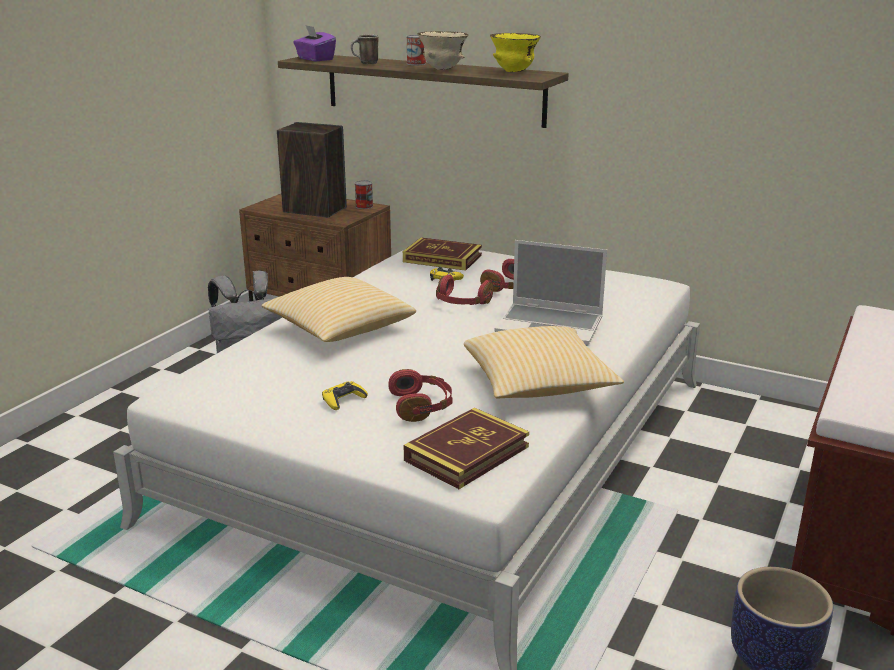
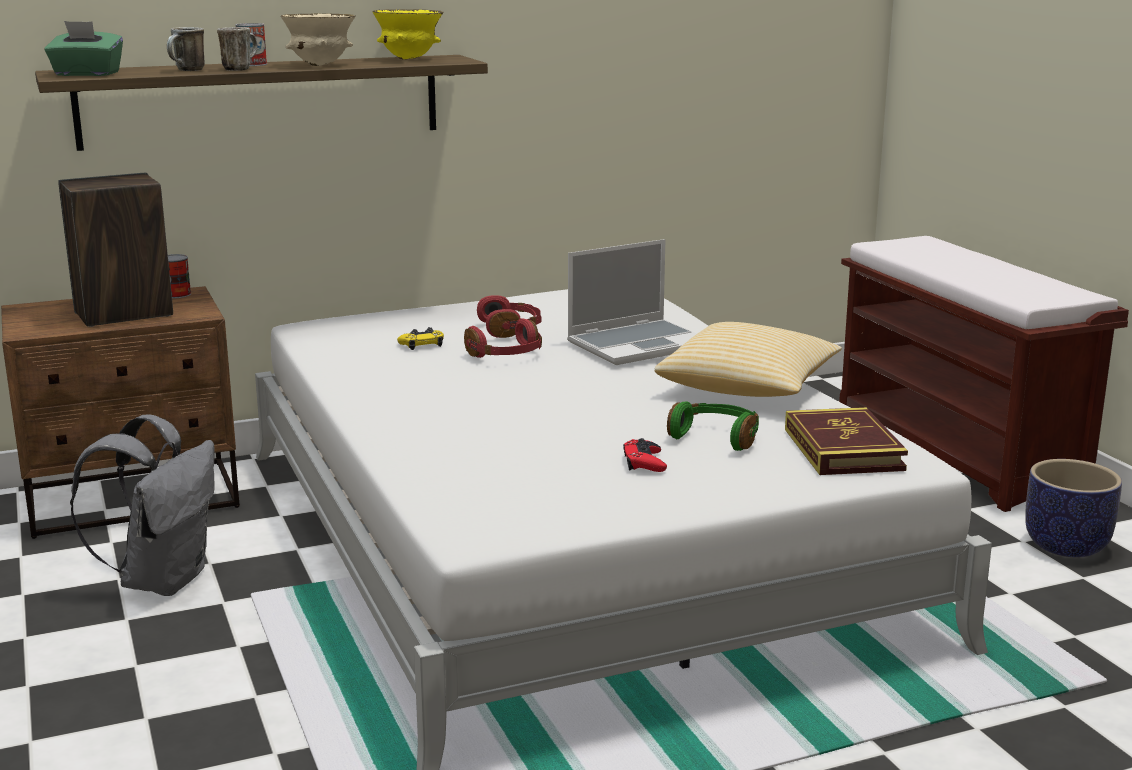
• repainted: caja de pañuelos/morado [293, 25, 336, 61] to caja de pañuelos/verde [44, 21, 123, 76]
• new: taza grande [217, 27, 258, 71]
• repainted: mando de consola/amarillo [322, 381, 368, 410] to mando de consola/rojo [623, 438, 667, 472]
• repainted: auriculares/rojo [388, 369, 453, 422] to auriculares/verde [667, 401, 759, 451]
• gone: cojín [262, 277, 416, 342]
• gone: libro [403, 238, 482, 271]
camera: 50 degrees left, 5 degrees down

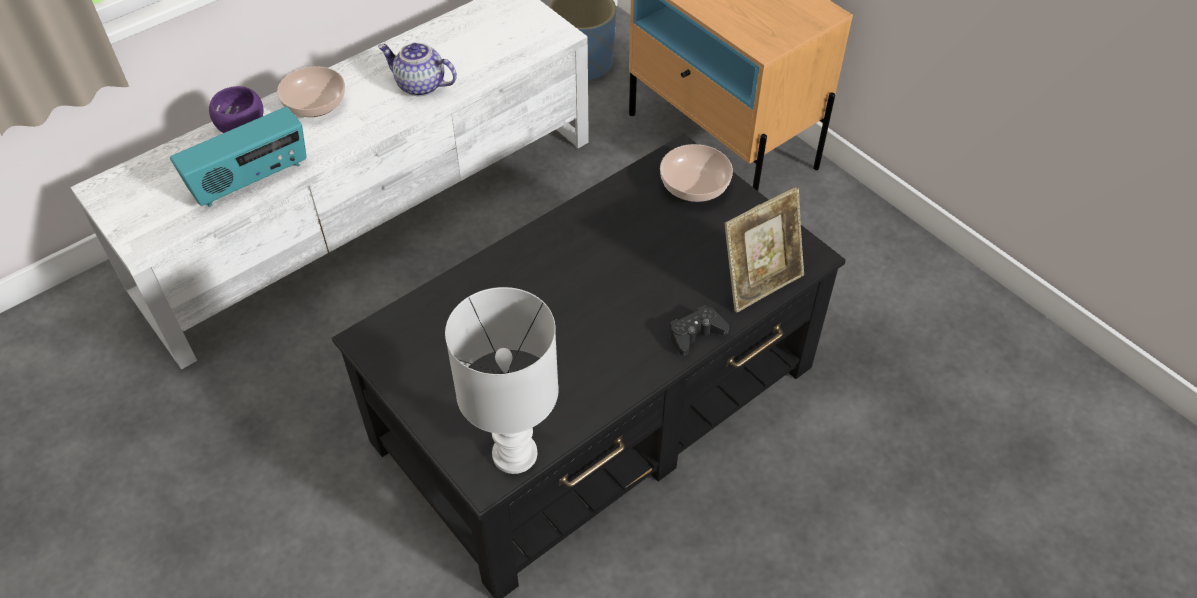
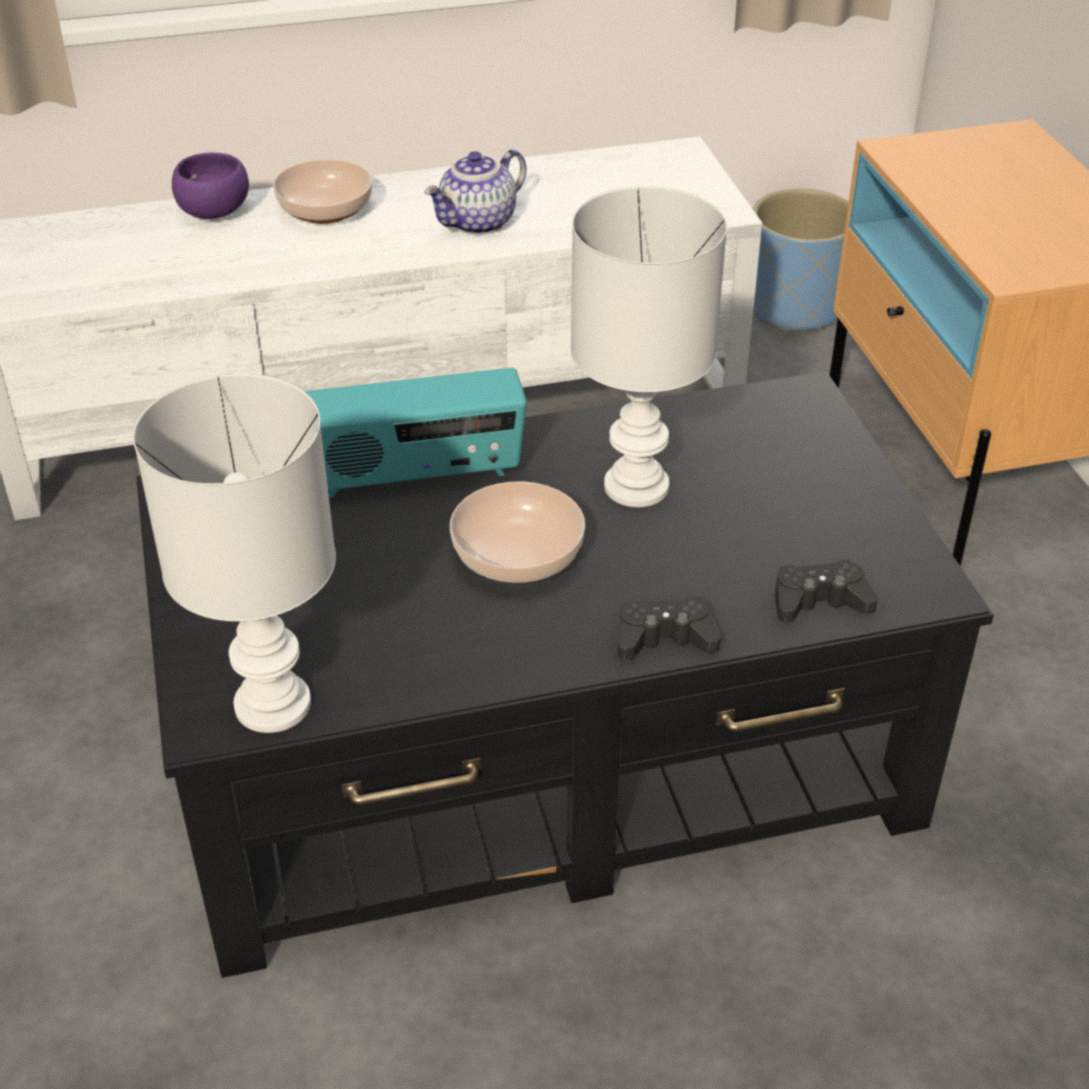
• shifted: radio [170, 107, 307, 207] to [304, 368, 527, 498]
• rotated: tetera [378, 43, 457, 96] = [424, 149, 527, 235] 90 degrees counterclockwise
• shifted: cuenco [660, 144, 733, 202] to [450, 481, 585, 583]
• new: lámpara de mesa/blanco [571, 186, 727, 507]
• swapped: portarretratos [724, 187, 804, 313] to mando de consola/negro [775, 559, 878, 623]
camera: 25 degrees right, 10 degrees down

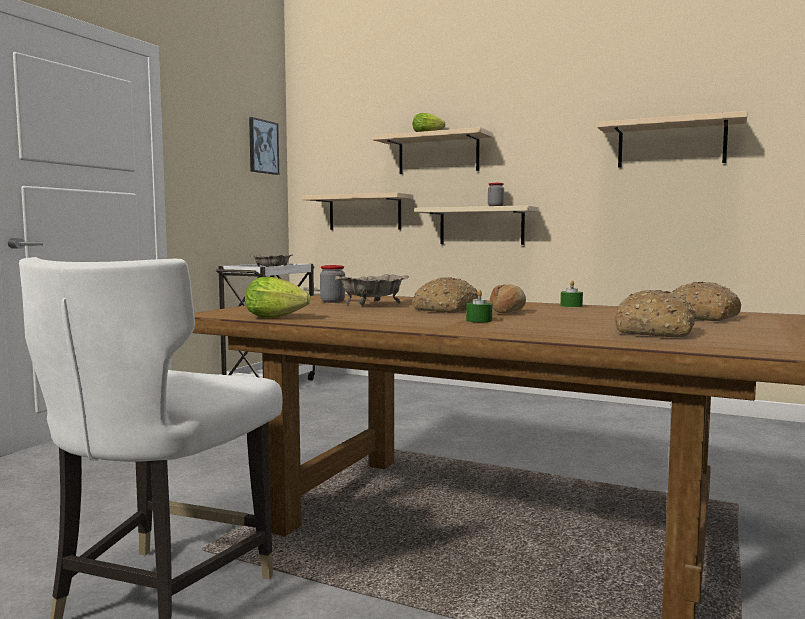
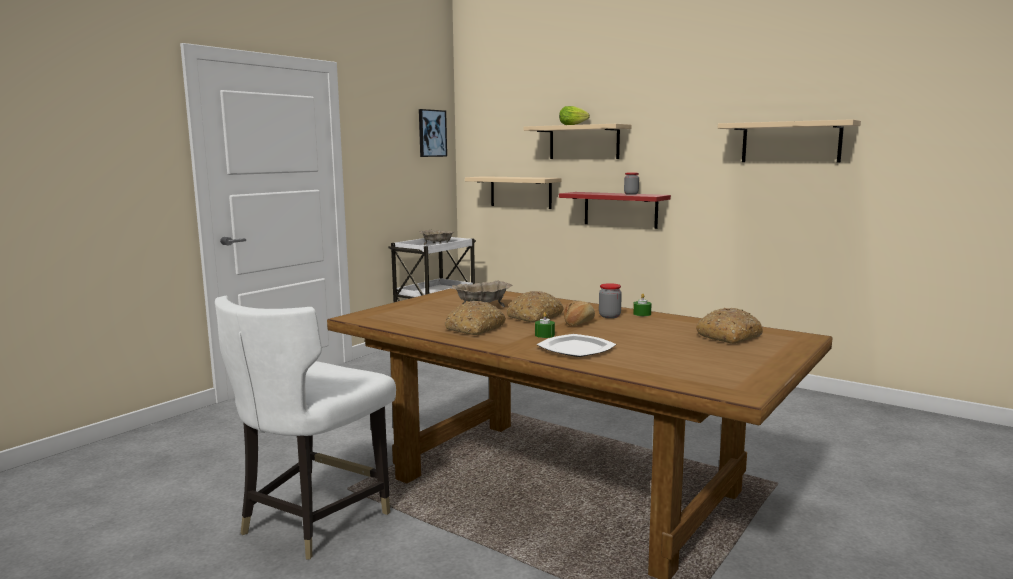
• shifted: pan [615, 290, 696, 338] to [445, 301, 506, 335]
• new: plato [537, 334, 616, 357]
• repainted: estante/beis [414, 205, 539, 245] to estante/rojo [559, 192, 671, 229]
• shifted: tarro [320, 265, 345, 303] to [599, 283, 622, 318]
• gone: lechuga [245, 277, 311, 318]
camera: 10 degrees right, 5 degrees up

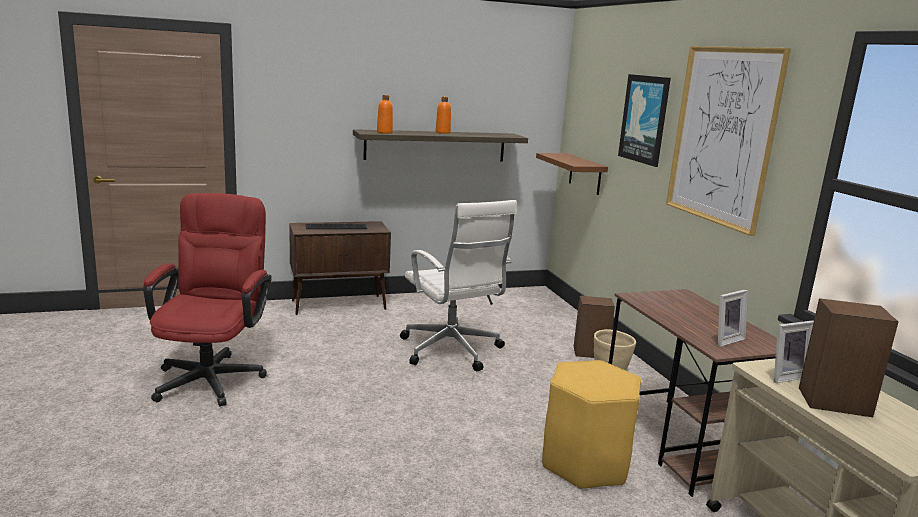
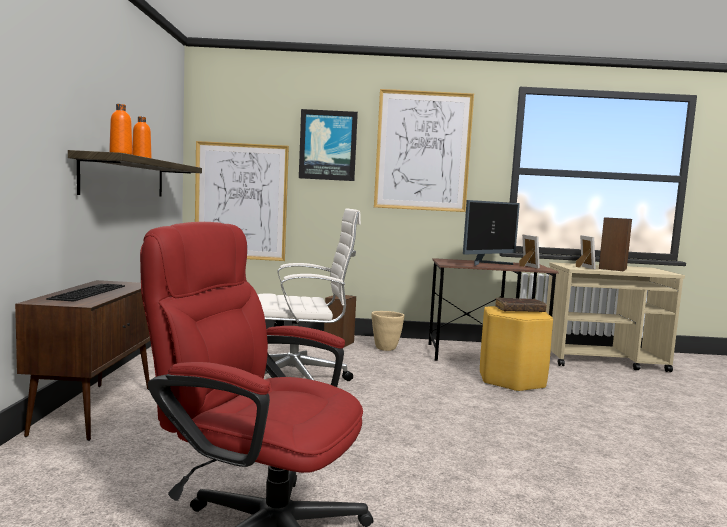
• swapped: estante/marrón [536, 153, 608, 195] to cuadro [195, 141, 289, 261]
• new: monitor [463, 200, 520, 266]
• new: libro/marrón [495, 297, 547, 312]
camera: 70 degrees left, 10 degrees down

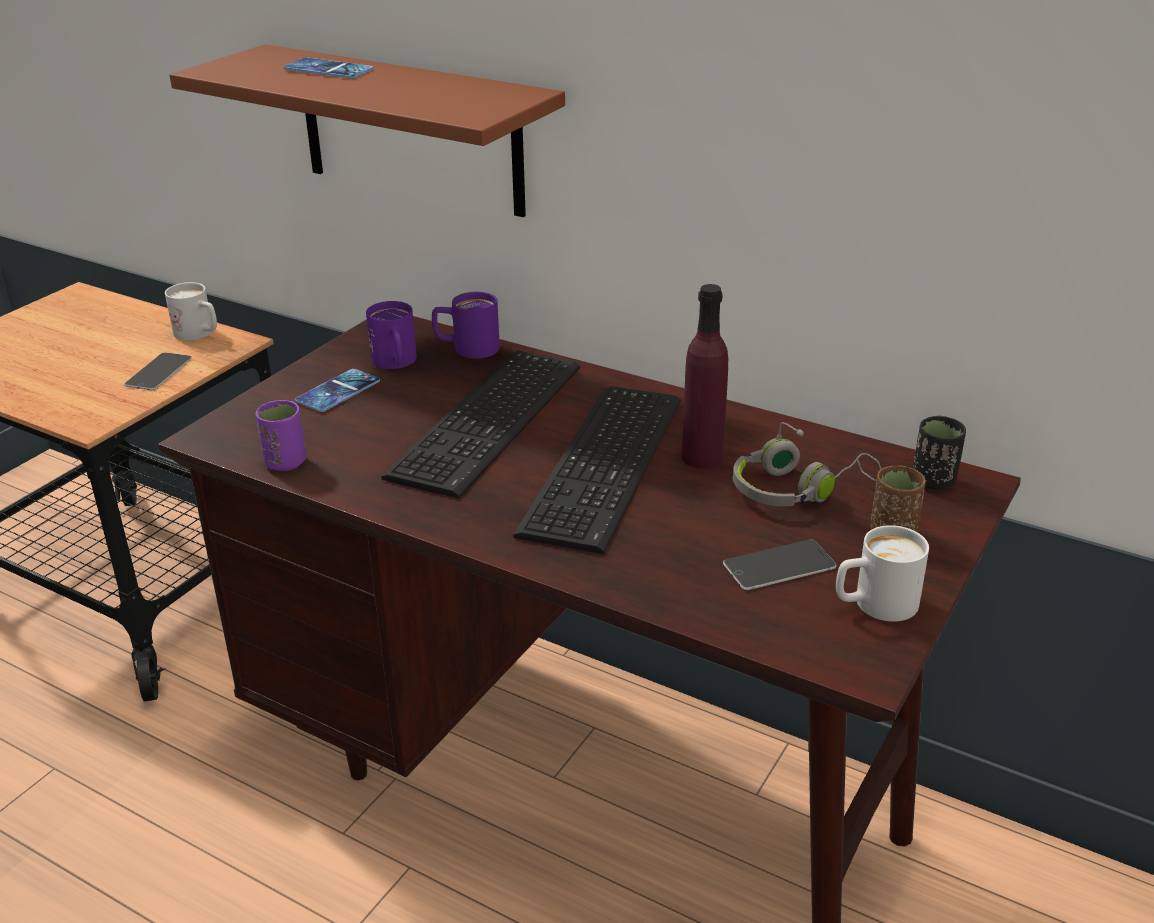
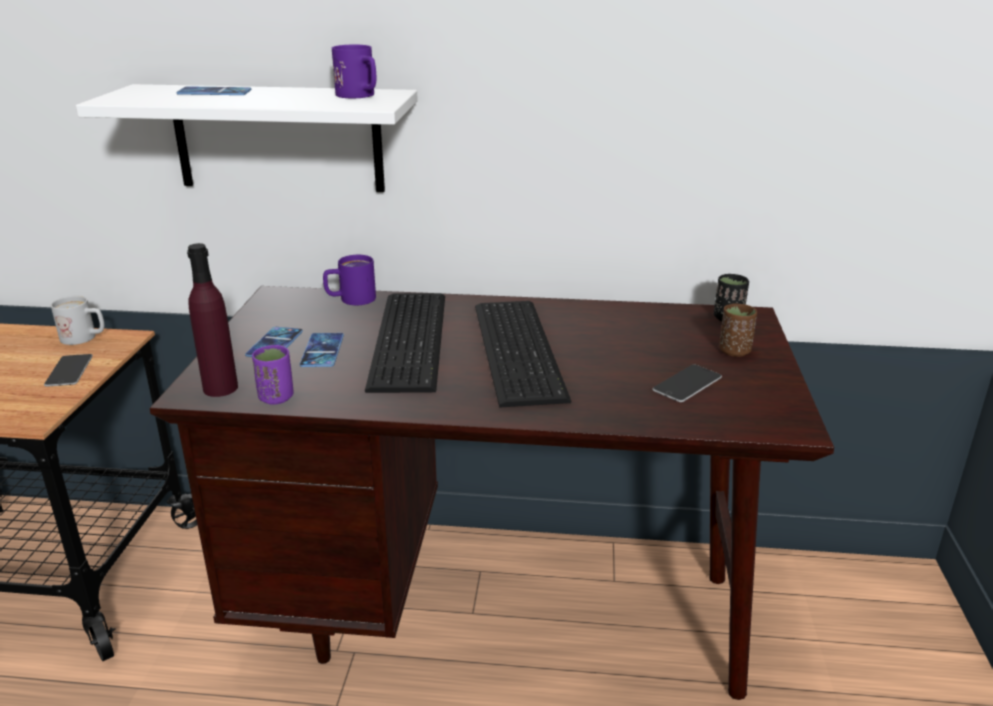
• repainted: estante/marrón [169, 44, 565, 217] to estante/blanco [76, 84, 418, 192]
• shifted: botella/morado [682, 284, 728, 468] to [187, 243, 238, 397]
• new: móvil [300, 333, 344, 367]
• shifted: taza grande/morado [366, 301, 416, 369] to [332, 45, 376, 98]
• gone: auriculares/gris [733, 422, 881, 506]
• gone: taza grande/blanco [836, 525, 929, 622]
camera: 25 degrees left, 5 degrees down

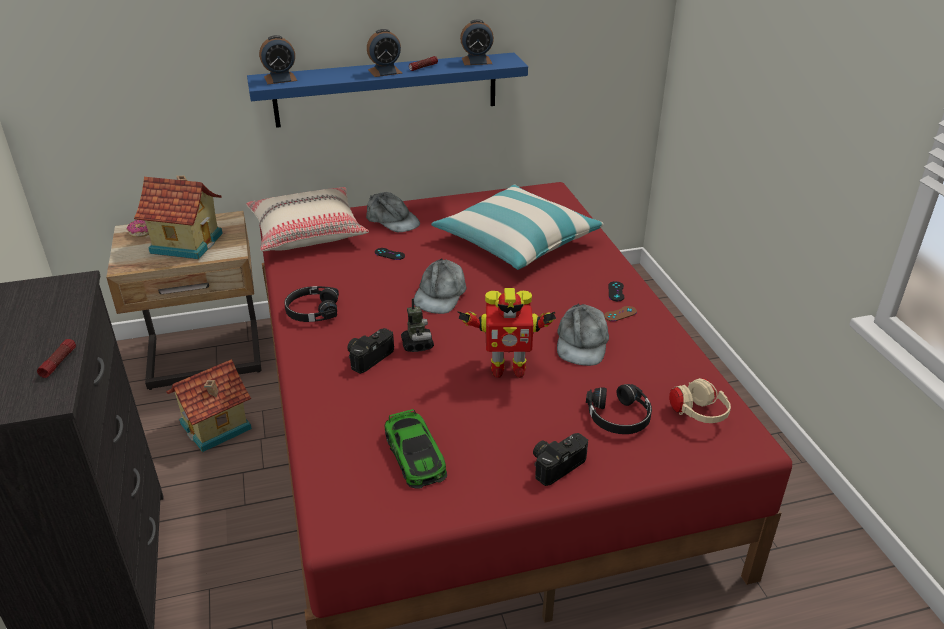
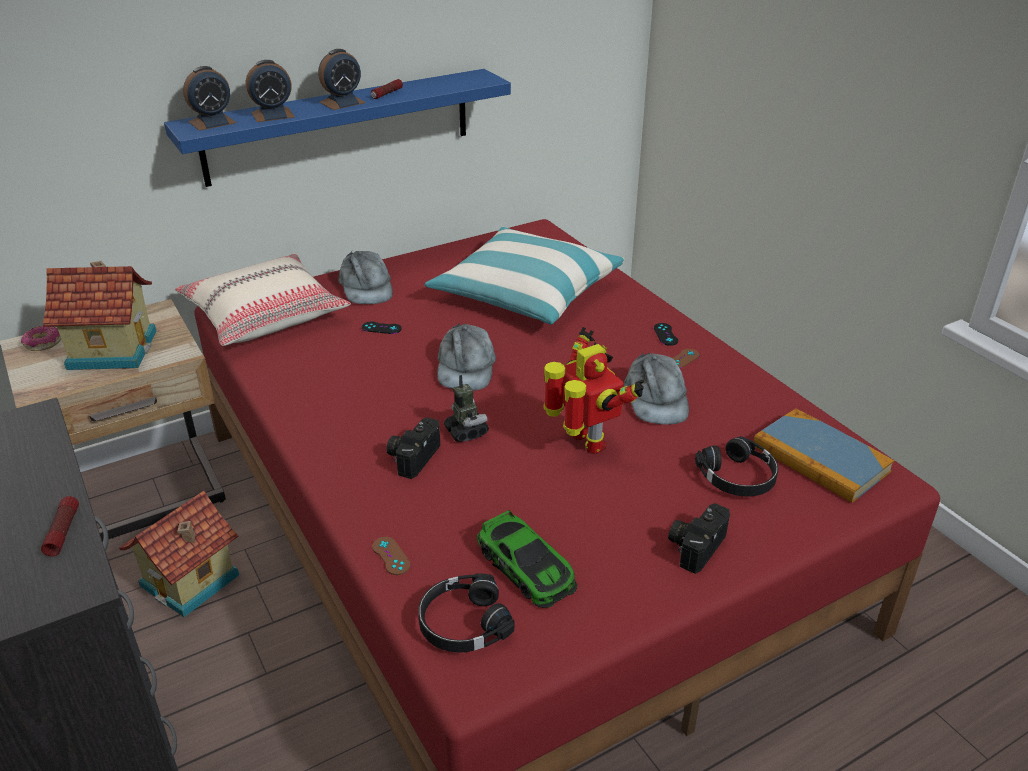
• shifted: despertador [460, 19, 494, 65] to [246, 60, 295, 122]
• rotated: gorra/gris [366, 192, 420, 232] = [338, 251, 393, 304] 45 degrees clockwise
• new: mando de consola/marrón [372, 537, 411, 575]
• shifted: auriculares/negro [284, 286, 339, 322] to [418, 573, 515, 653]
• rotated: robot de juguete [457, 288, 556, 378] = [543, 327, 644, 454] 105 degrees counterclockwise
• swapped: auriculares/beis [669, 378, 731, 423] to libro [754, 409, 894, 503]
camera: 15 degrees left, 0 degrees up

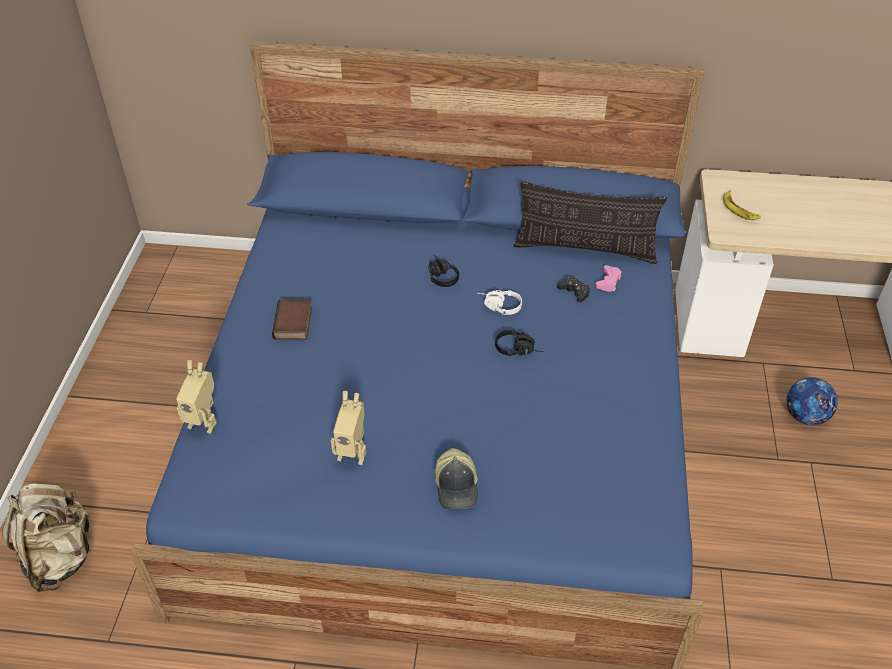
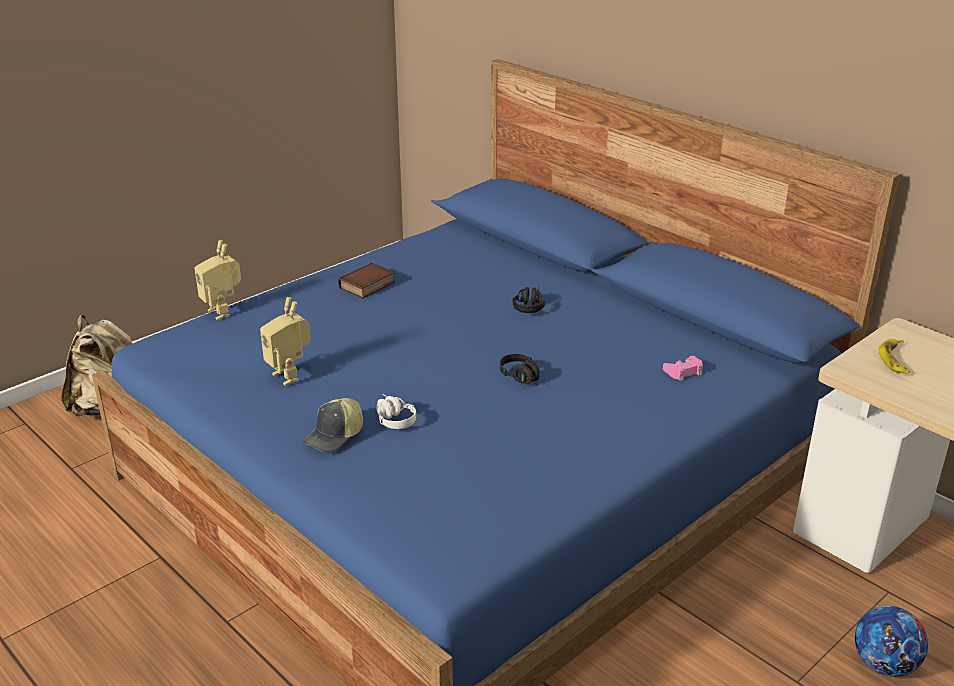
• shifted: auriculares/blanco [478, 290, 522, 315] to [376, 394, 416, 429]
• gone: cojín [514, 181, 667, 264]
• gone: mando de consola/negro [557, 276, 590, 302]
camera: 40 degrees right, 15 degrees down

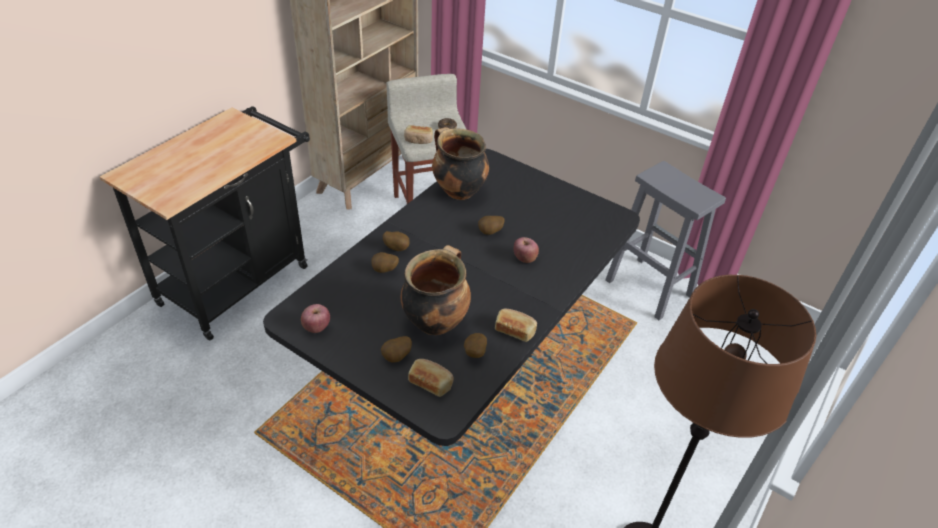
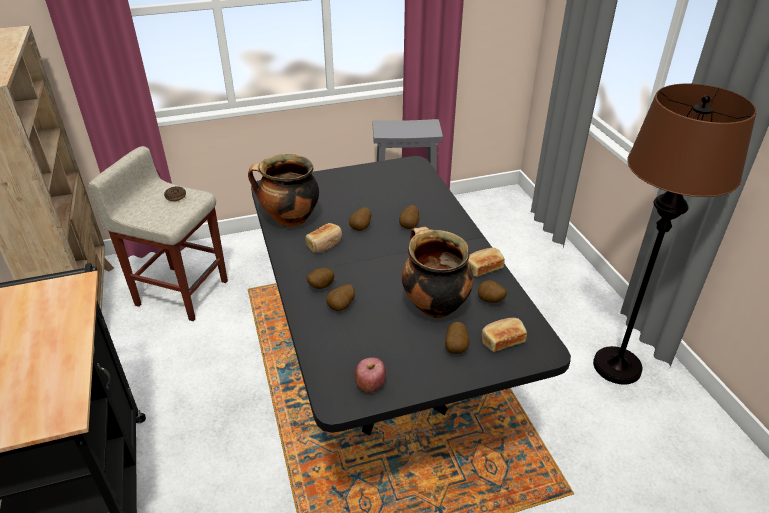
• shifted: pan [404, 125, 433, 144] to [306, 223, 342, 253]
• swapped: manzana [514, 237, 539, 263] to patata [399, 205, 419, 229]
camera: 50 degrees left, 5 degrees down

